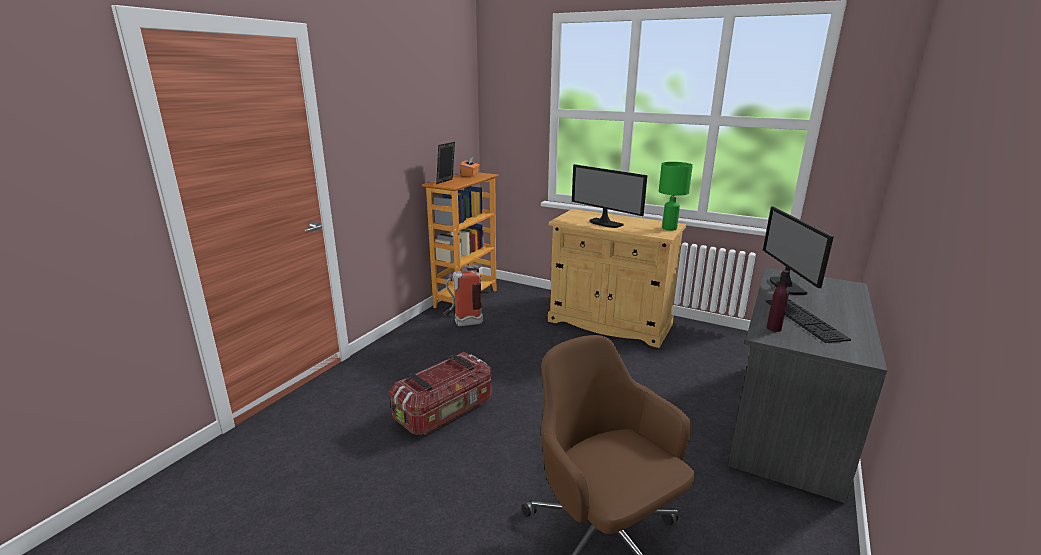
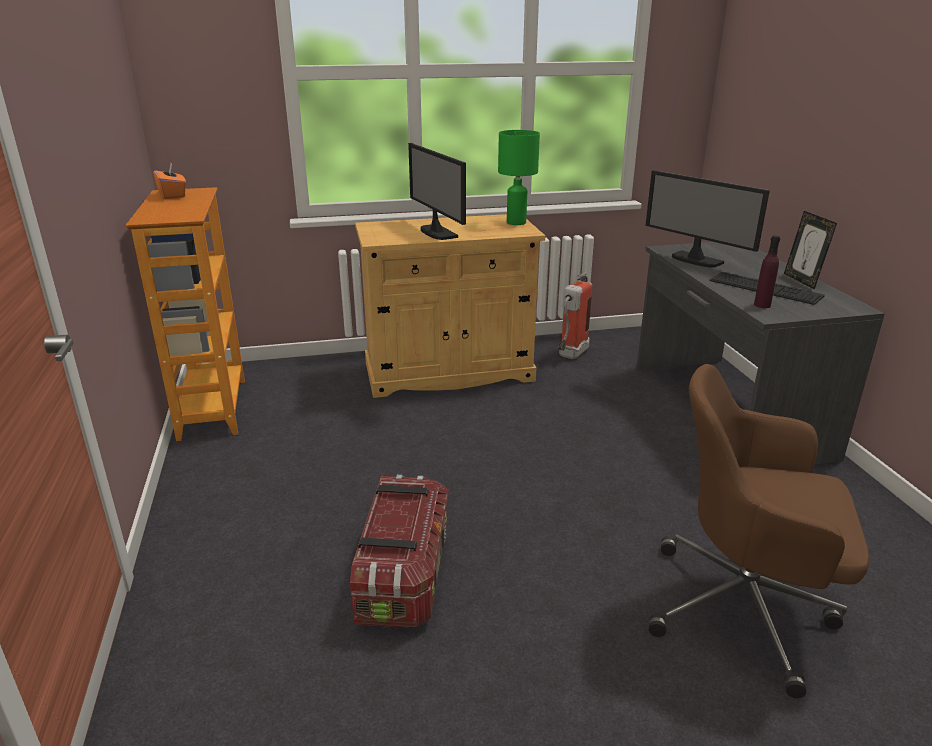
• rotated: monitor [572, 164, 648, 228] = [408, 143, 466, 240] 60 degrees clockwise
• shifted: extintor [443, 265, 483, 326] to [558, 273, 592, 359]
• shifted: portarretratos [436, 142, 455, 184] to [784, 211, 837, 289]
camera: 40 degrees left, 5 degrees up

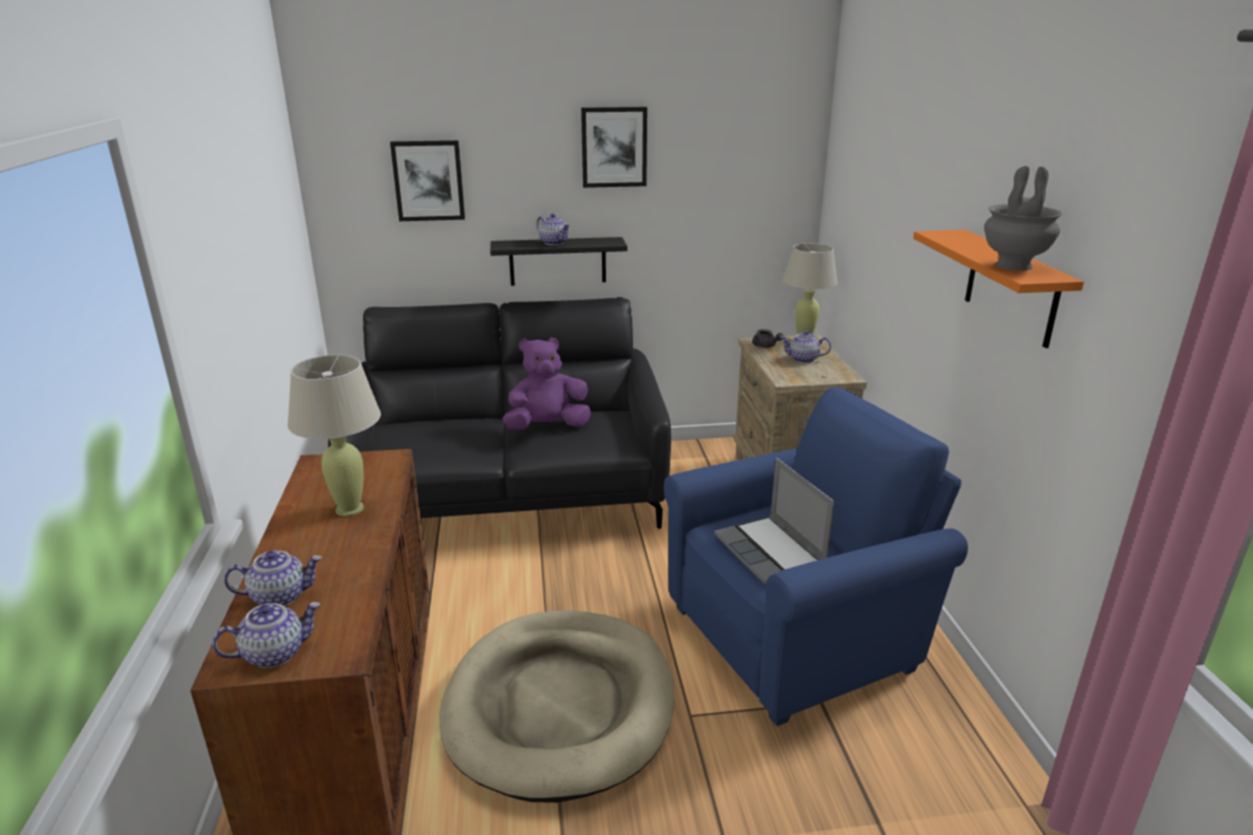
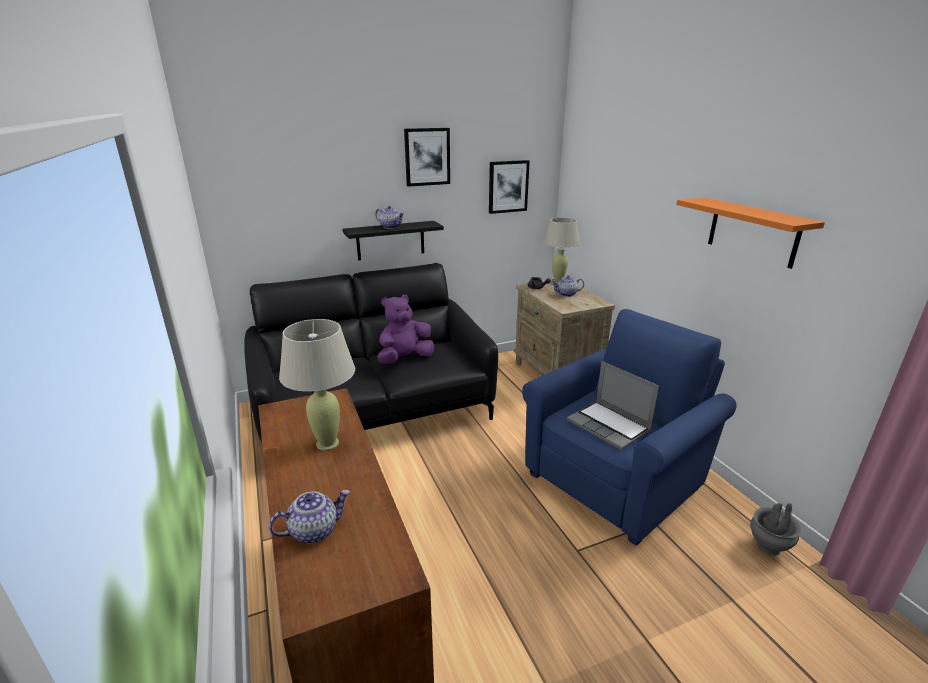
• shifted: cuadro [390, 140, 465, 221] to [489, 160, 530, 214]
• shifted: florero/gris [984, 166, 1063, 271] to [750, 503, 801, 556]
• gone: tetera [212, 602, 320, 668]
• gone: cama para perro/beis [439, 610, 674, 803]
camera: 15 degrees left, 0 degrees up

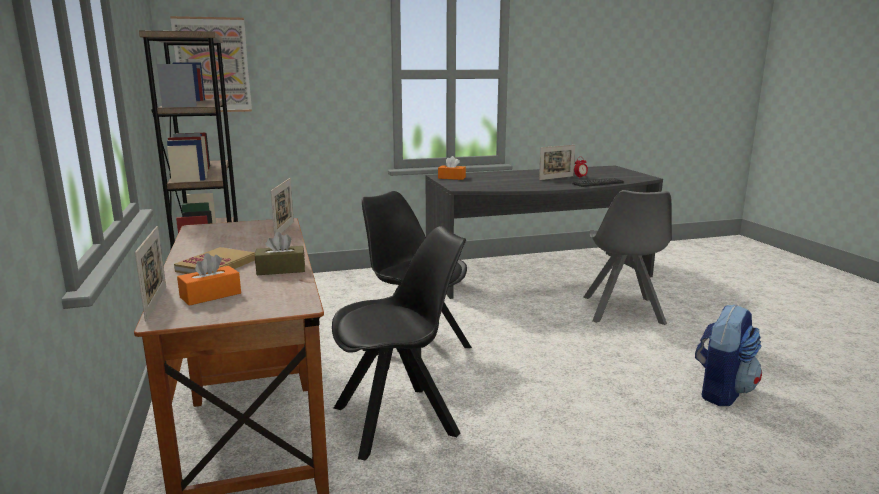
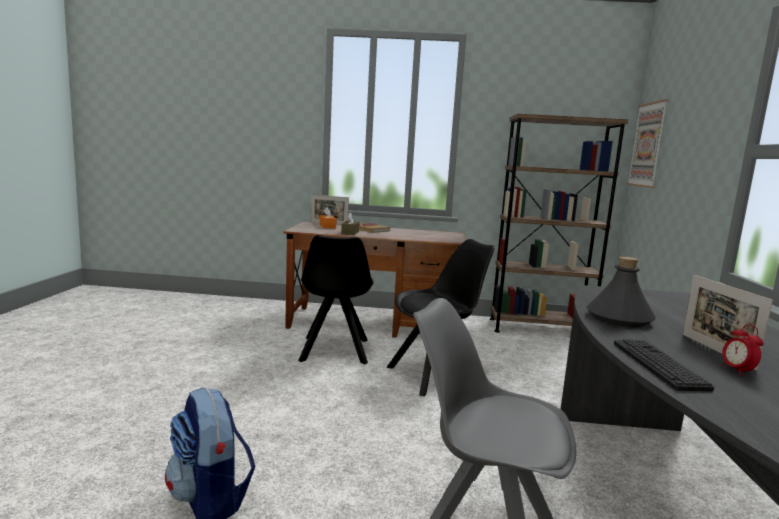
• new: botella/gris [587, 257, 656, 327]
• gone: portarretratos [271, 178, 294, 235]
• gone: caja de pañuelos/naranja [438, 156, 466, 180]
camera: 110 degrees right, 5 degrees down

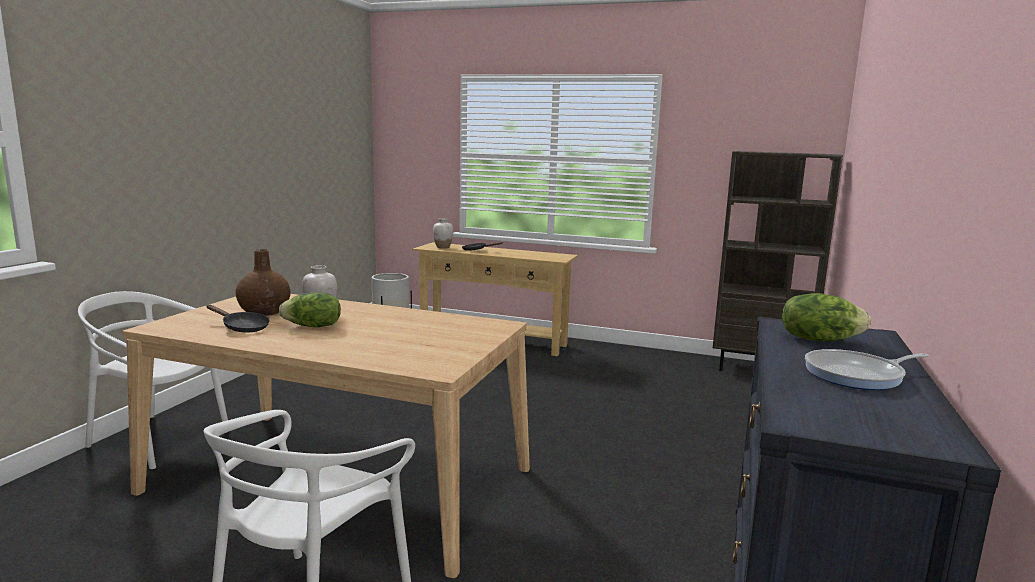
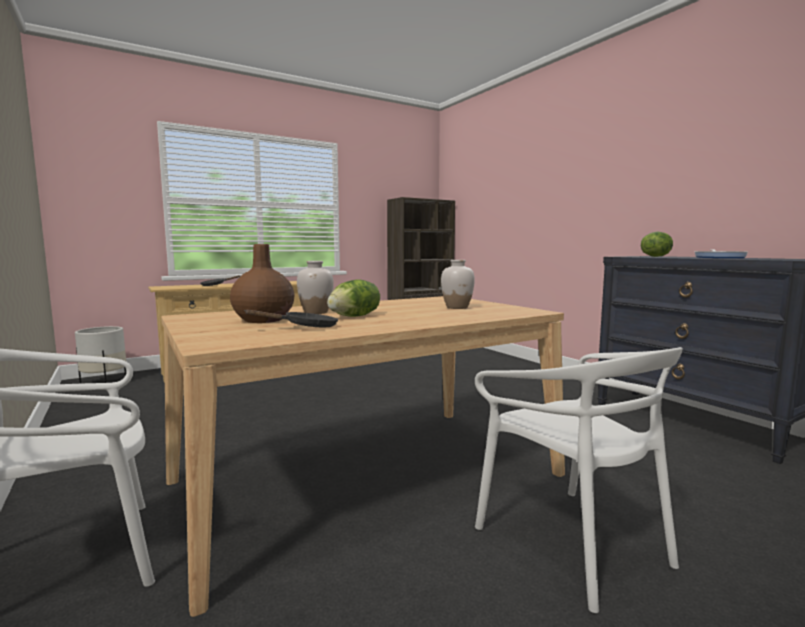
• shifted: florero/blanco [433, 218, 453, 249] to [441, 260, 475, 309]
camera: 50 degrees left, 5 degrees down

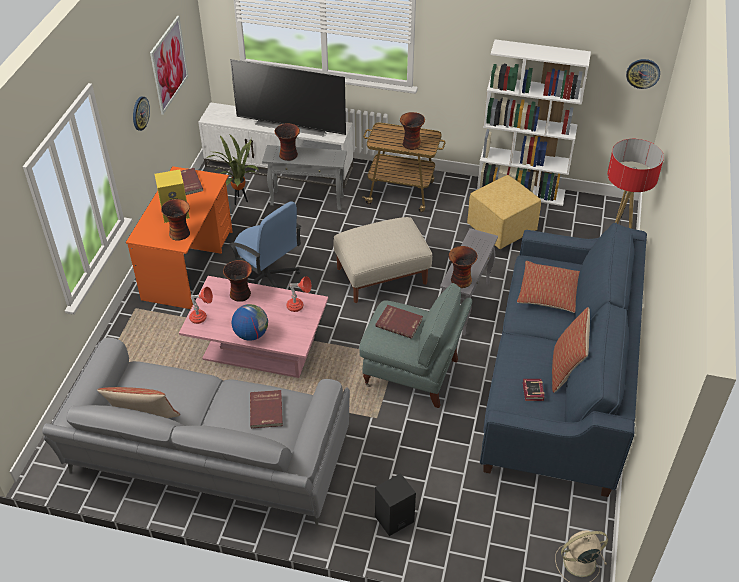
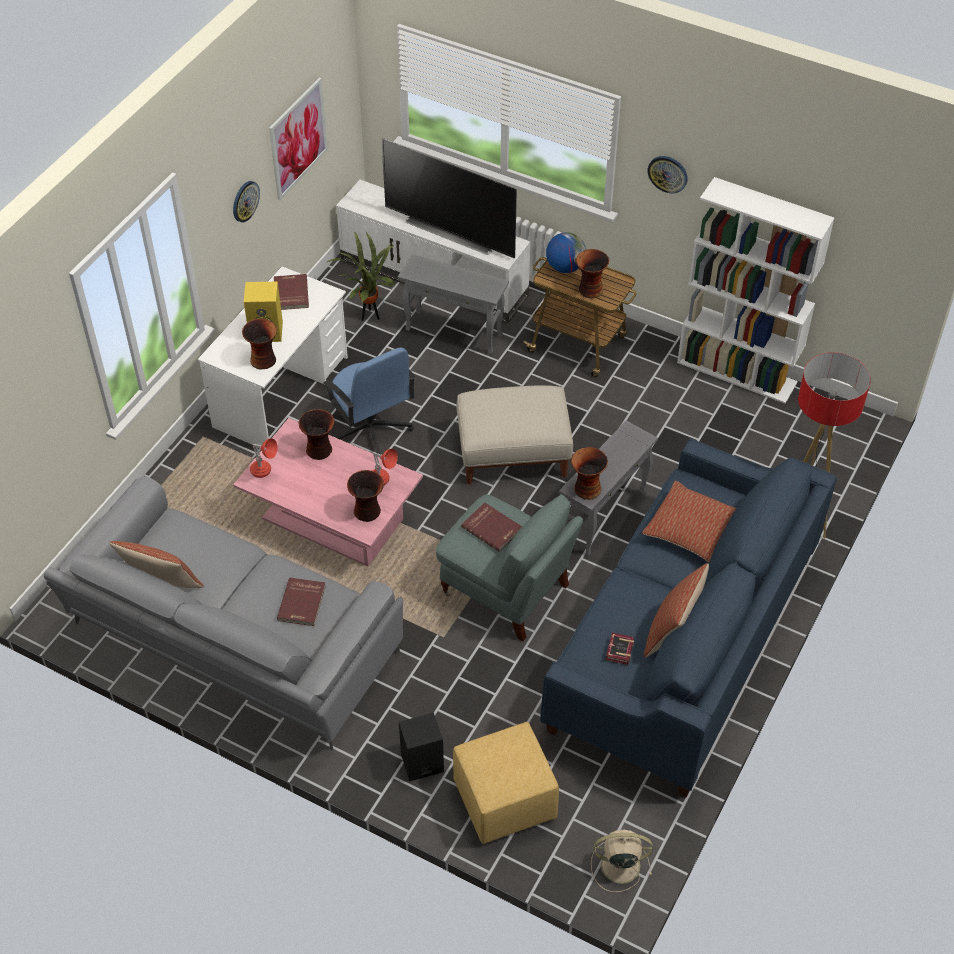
• repainted: escritorio/naranja [126, 166, 233, 309] to escritorio/blanco [198, 266, 348, 445]
• shifted: florero [274, 123, 300, 161] to [347, 470, 384, 522]
• shifted: puf/amarillo [467, 175, 541, 249] to [453, 722, 559, 844]
• shifted: globo terráqueo [231, 304, 268, 341] to [546, 232, 586, 273]
• shifted: reloj de pared [626, 59, 660, 89] to [648, 156, 688, 193]
camera: 15 degrees right, 5 degrees up

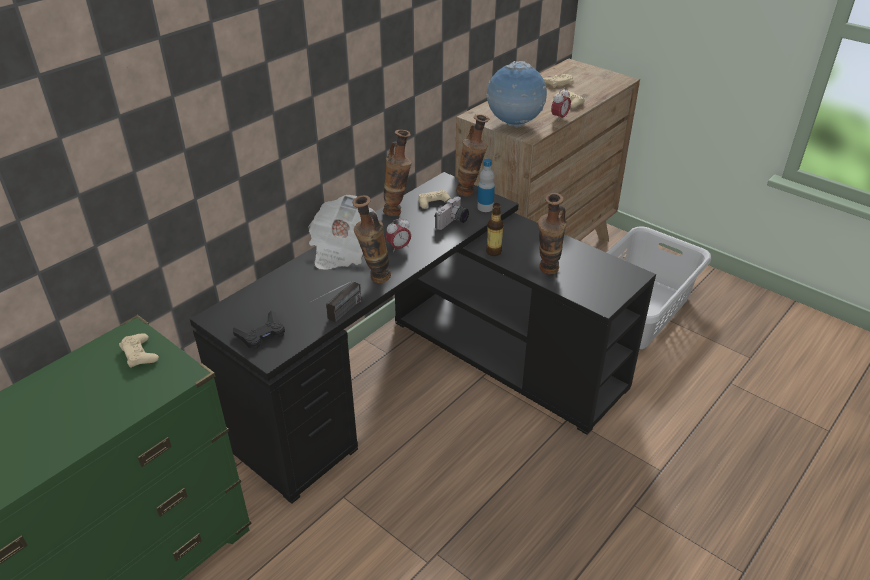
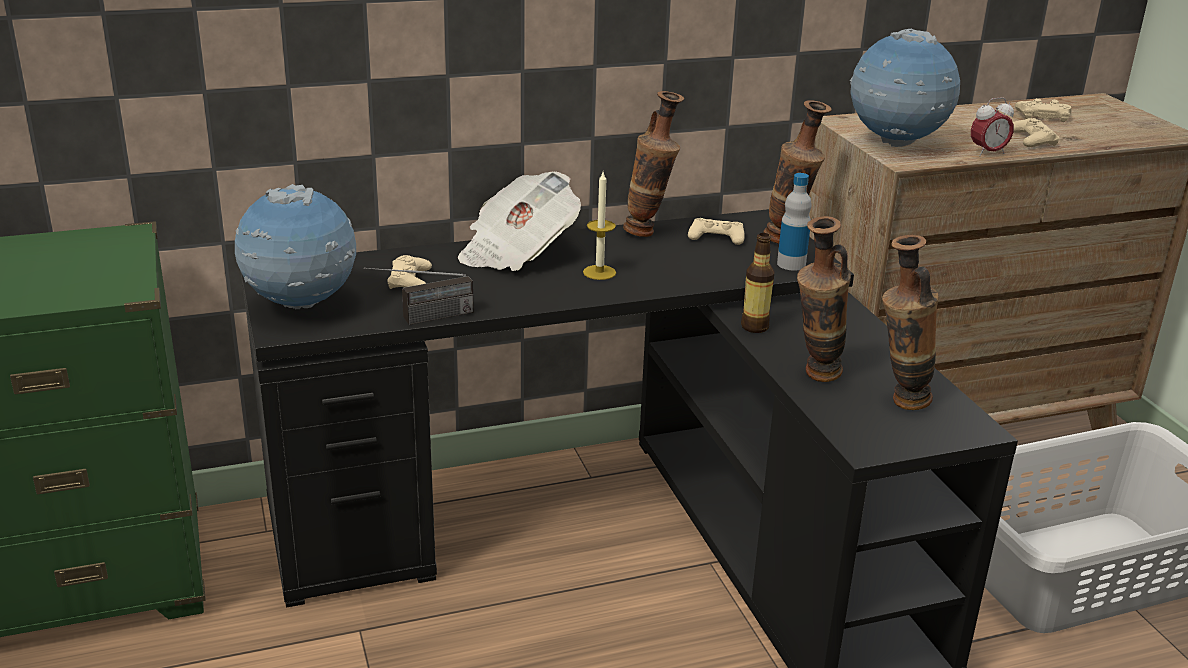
• swapped: mando de consola/negro [233, 310, 285, 349] to globo terráqueo [235, 184, 356, 309]
• shifted: mando de consola/beis [119, 333, 159, 368] to [387, 255, 432, 289]
• swapped: despertador [386, 218, 411, 253] to vela [583, 172, 616, 280]
• shifted: florero [352, 195, 391, 283] to [882, 235, 939, 410]
• gone: cámara [435, 197, 469, 230]
camera: 30 degrees right, 10 degrees down

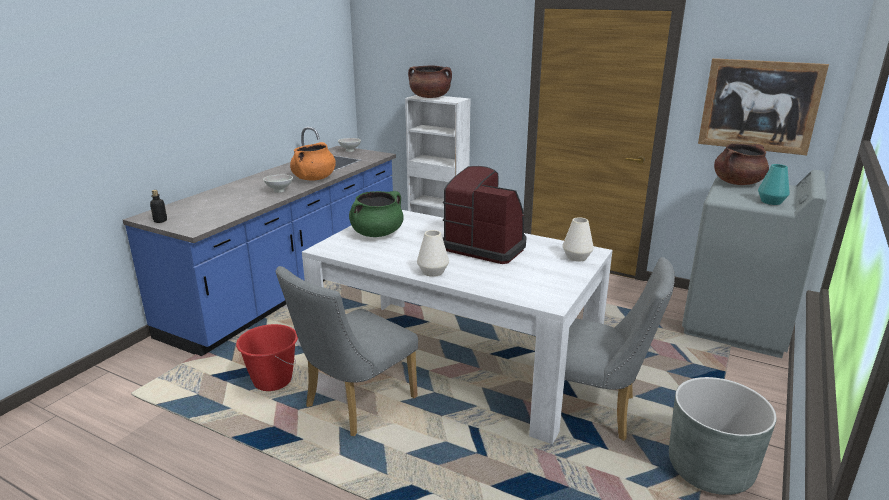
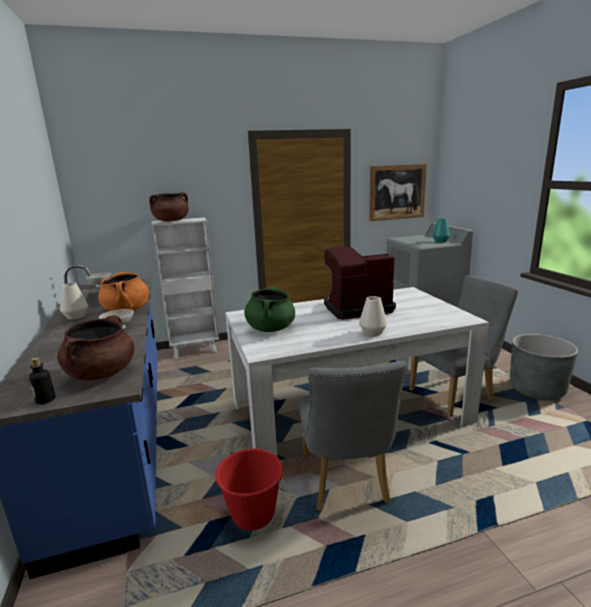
• shifted: olla/marrón [714, 144, 769, 185] to [57, 315, 135, 381]
• shifted: florero/blanco [562, 217, 594, 262] to [60, 283, 88, 320]
camera: 45 degrees left, 5 degrees down

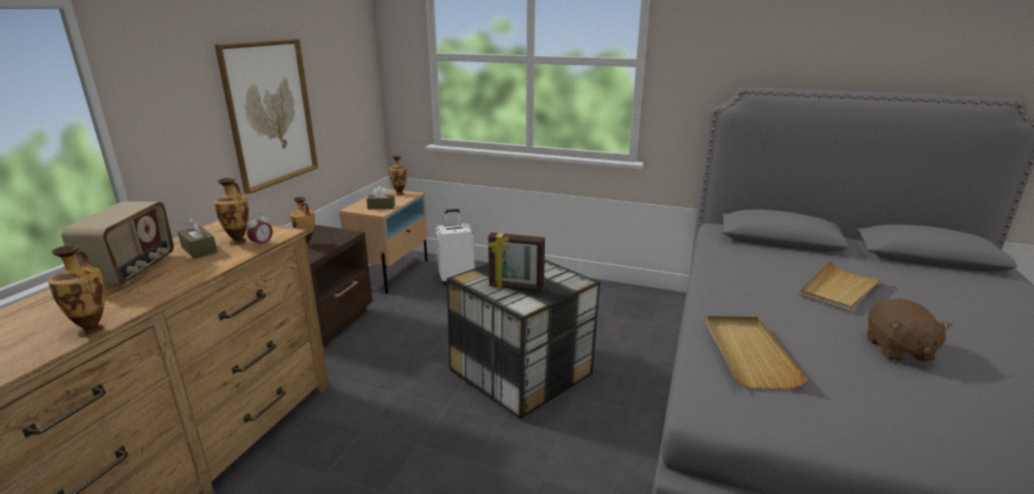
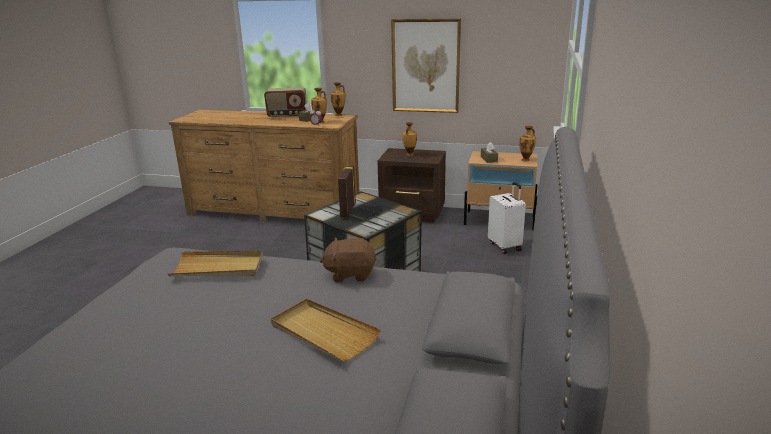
• shifted: peluche/marrón [867, 298, 952, 362] to [319, 238, 377, 282]
• shifted: florero [48, 245, 105, 337] to [331, 82, 346, 116]
camera: 85 degrees right, 0 degrees up

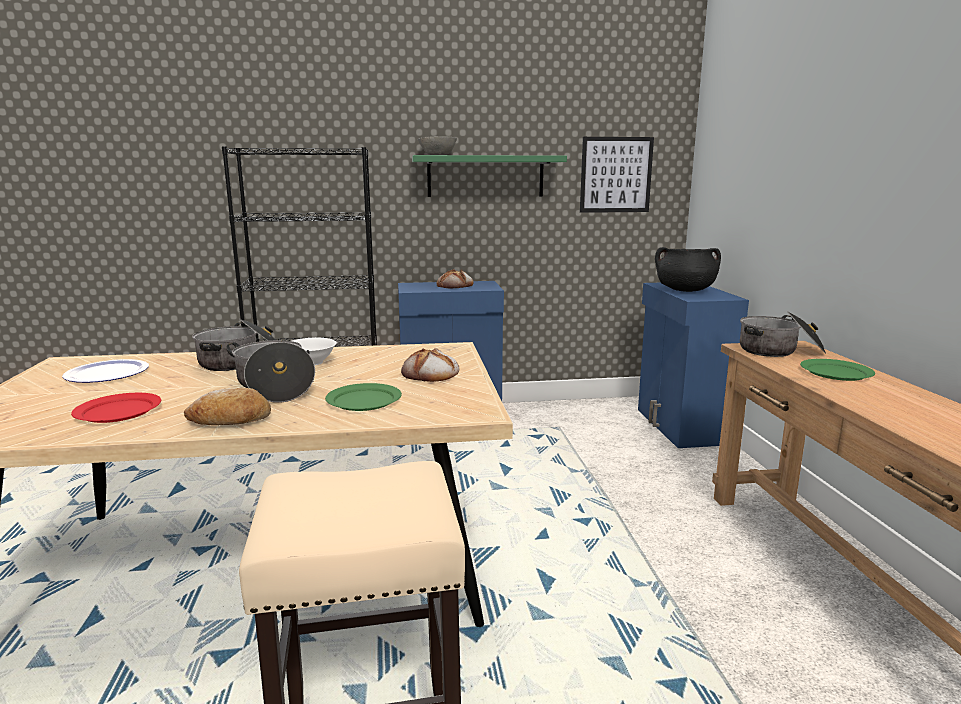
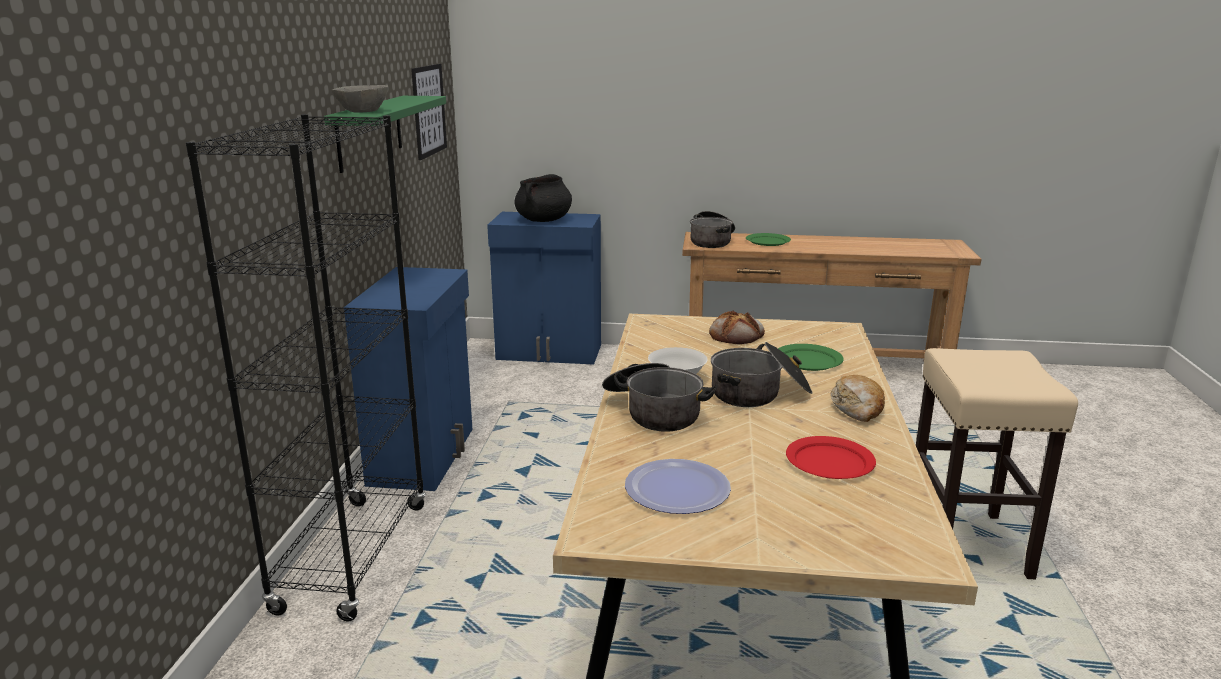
• gone: pan [437, 269, 474, 288]
camera: 75 degrees left, 5 degrees up

